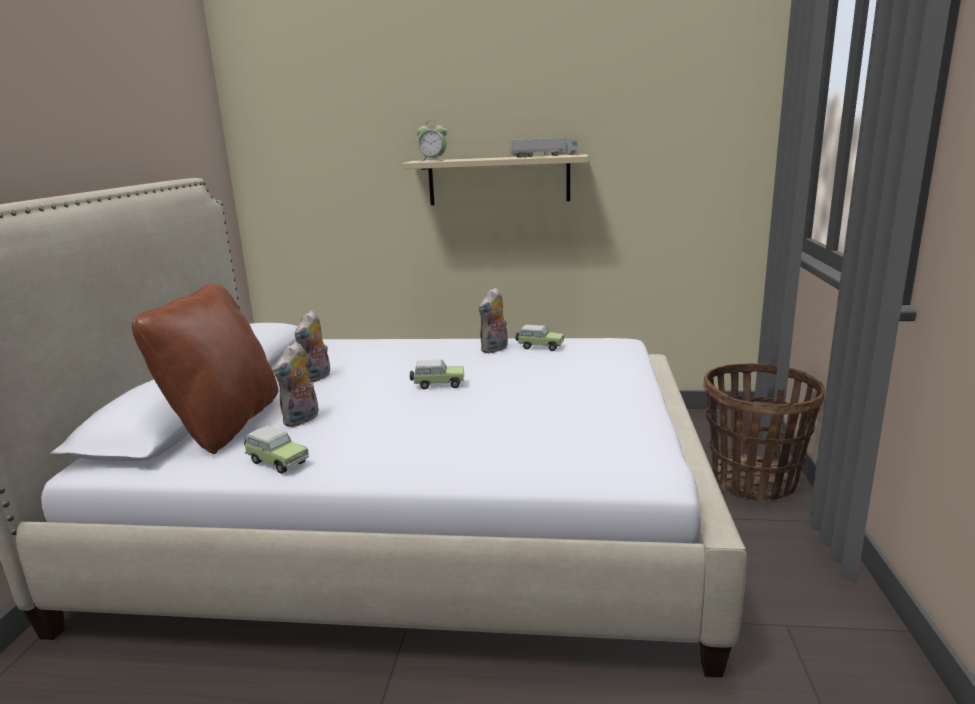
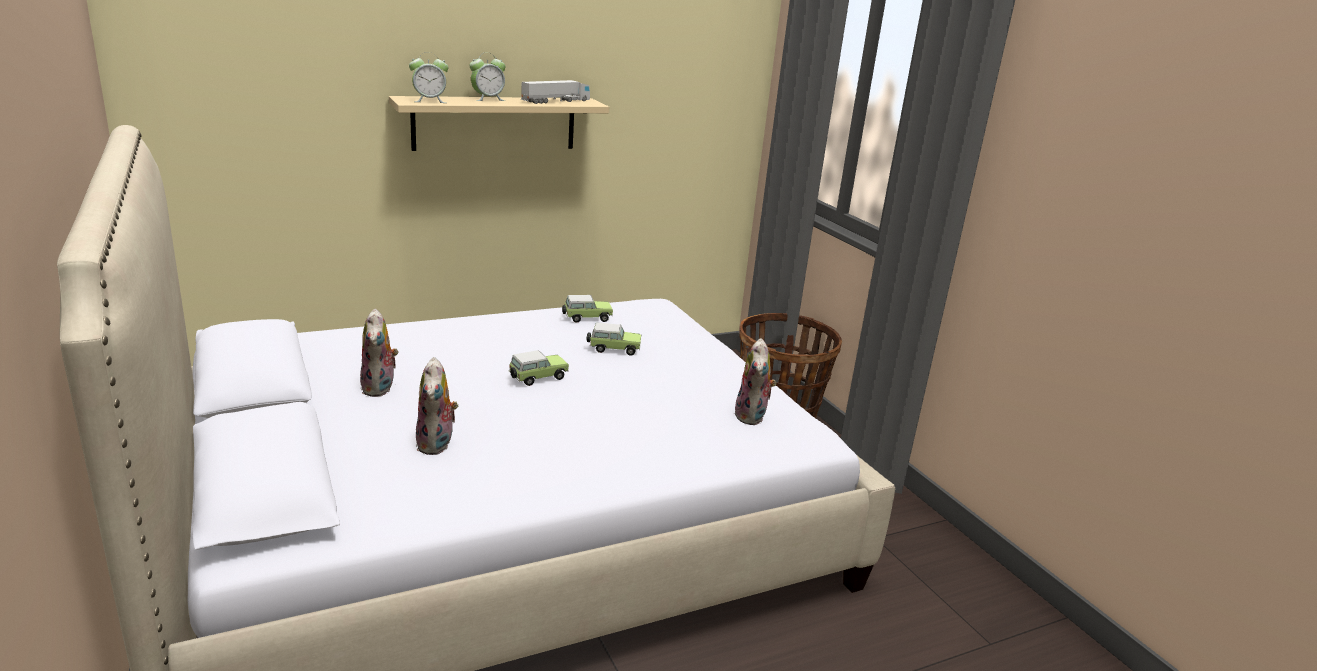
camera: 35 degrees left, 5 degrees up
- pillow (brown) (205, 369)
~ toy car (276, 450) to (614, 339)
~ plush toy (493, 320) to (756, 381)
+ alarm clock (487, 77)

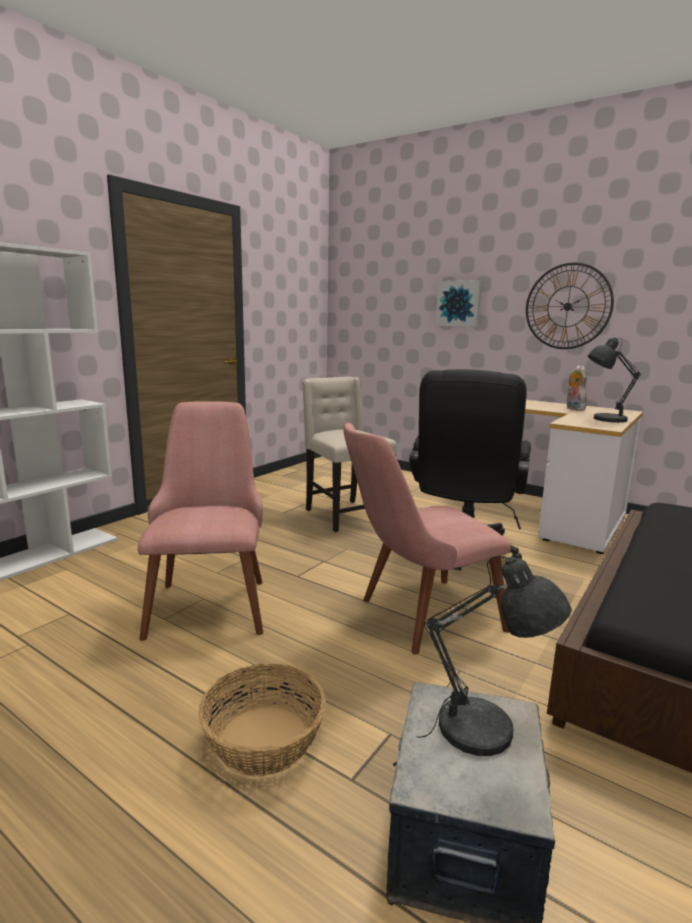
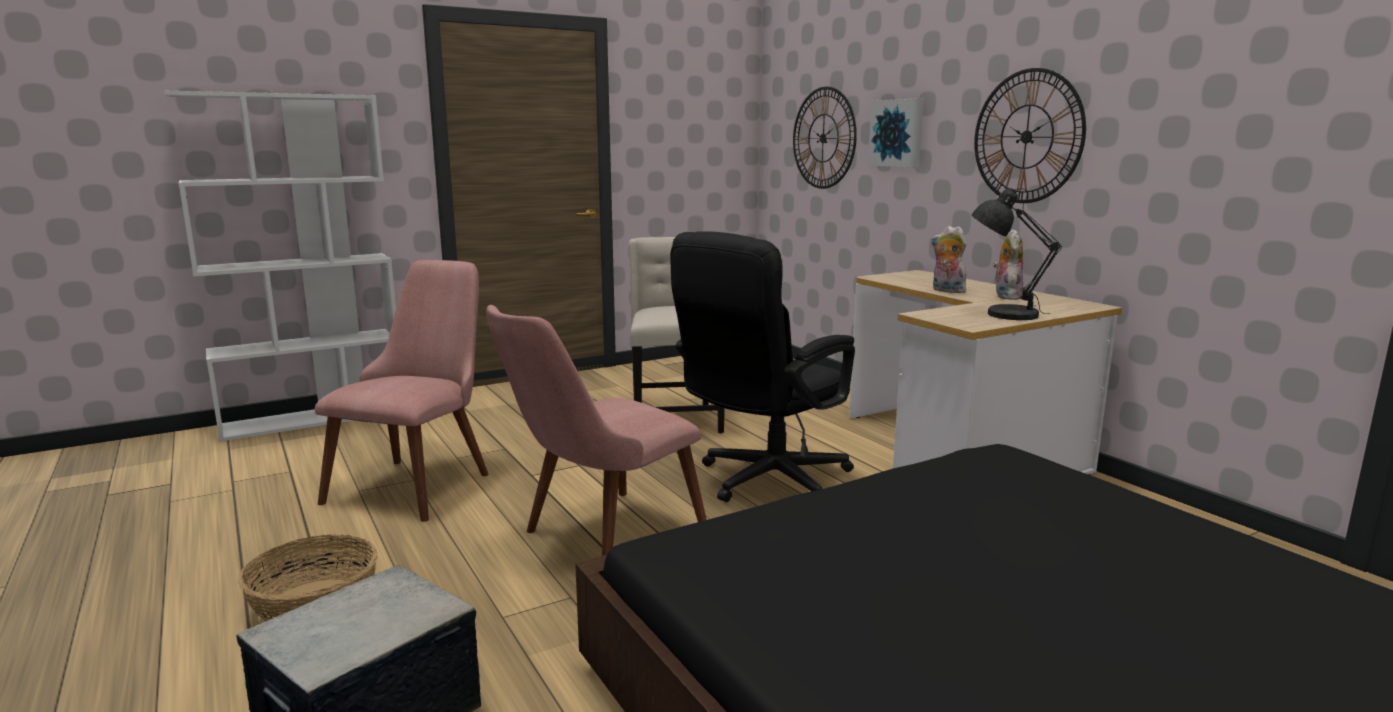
camera: 25 degrees right, 0 degrees up
~ chair (pink) (427, 538) = (596, 430) 45 degrees counterclockwise
- table lamp (grey) (494, 656)
+ wall clock (825, 138)
+ plush toy (949, 259)

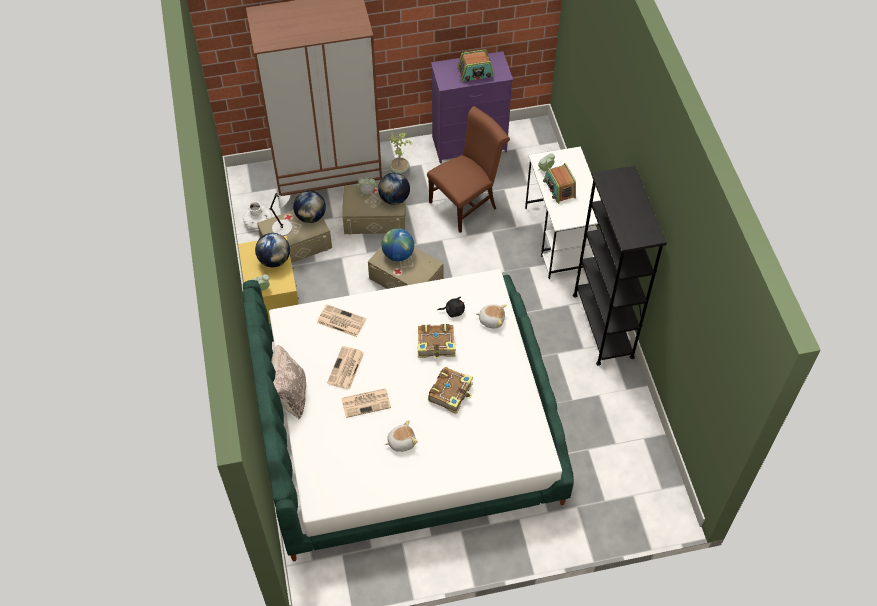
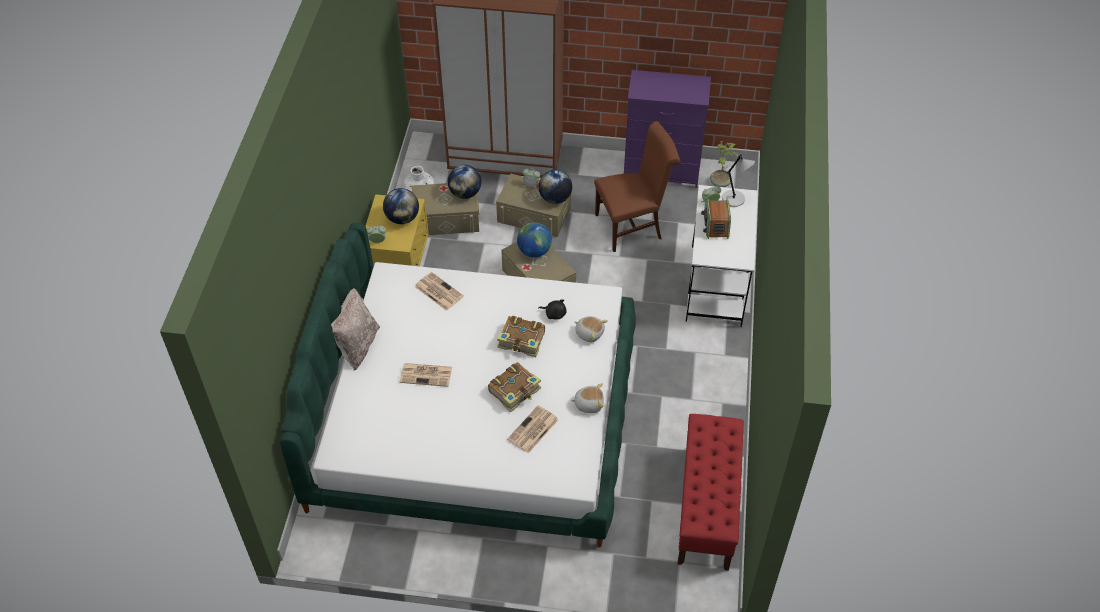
camera: 20 degrees right, 5 degrees down
~ table lamp (grey) (281, 214) to (739, 180)
~ newspaper (345, 368) to (533, 429)
~ plush toy (401, 436) to (587, 398)
~ potted plant (400, 153) to (724, 164)
- radio (475, 65)
- bookcase (black) (620, 265)
+ bench (red) (711, 492)

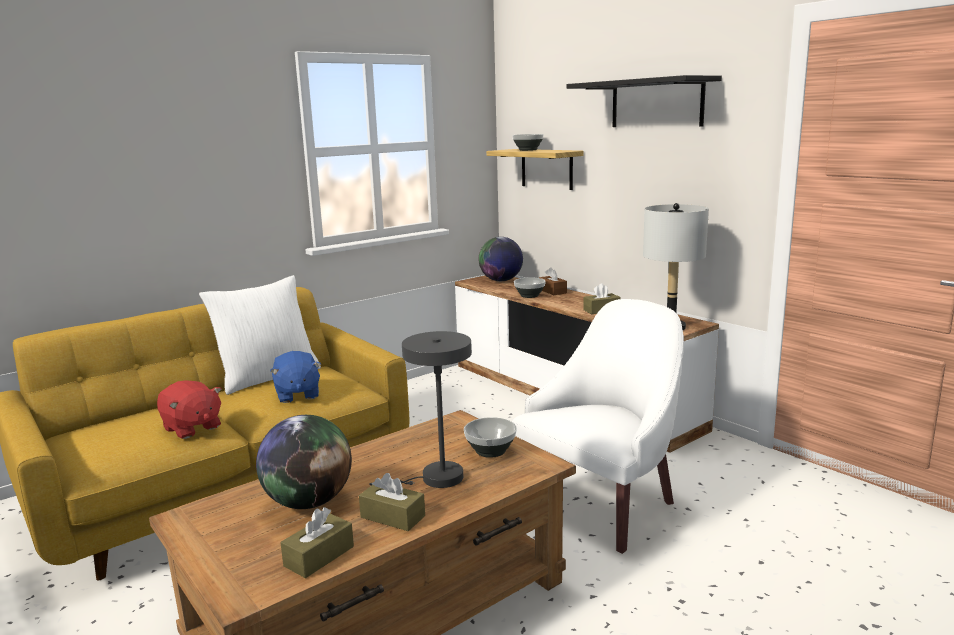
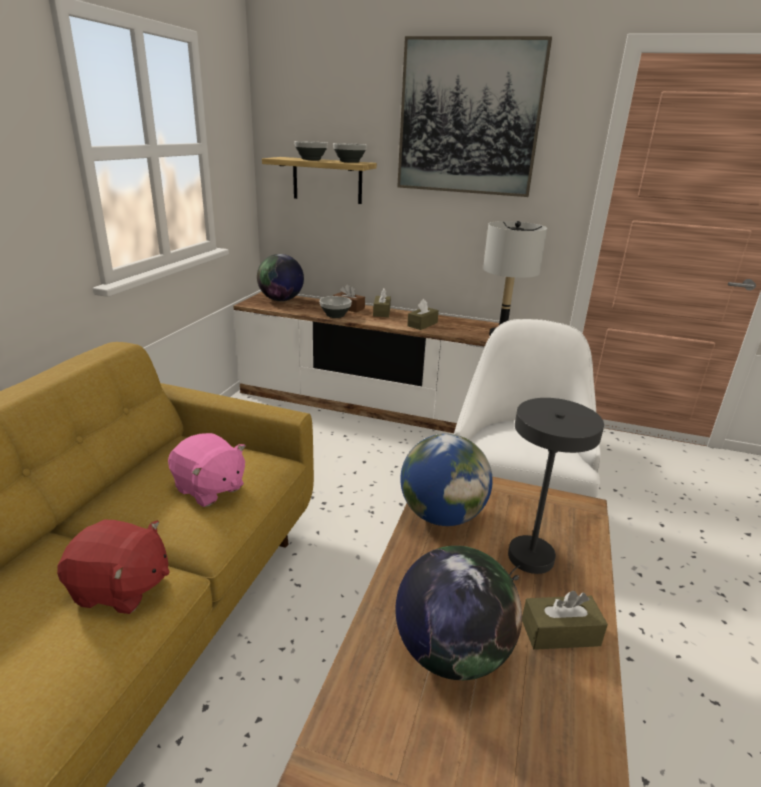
camera: 35 degrees left, 10 degrees up
- pillow (white) (260, 335)
~ plush toy (blue) (295, 377) to plush toy (pink) (207, 470)
~ tissue box (brown) (317, 542) to (382, 302)
~ bowl (490, 437) to (350, 153)
~ shelf (black) (644, 101) to picture (474, 116)
+ globe (446, 480)

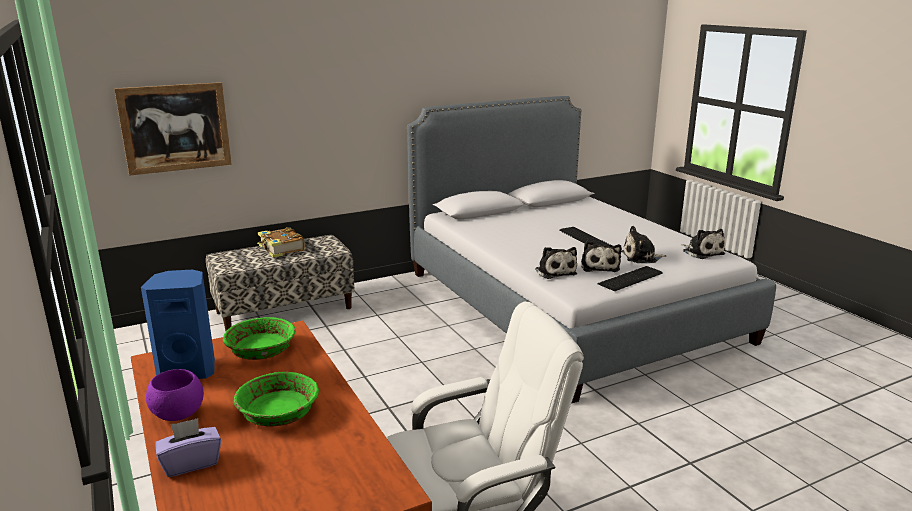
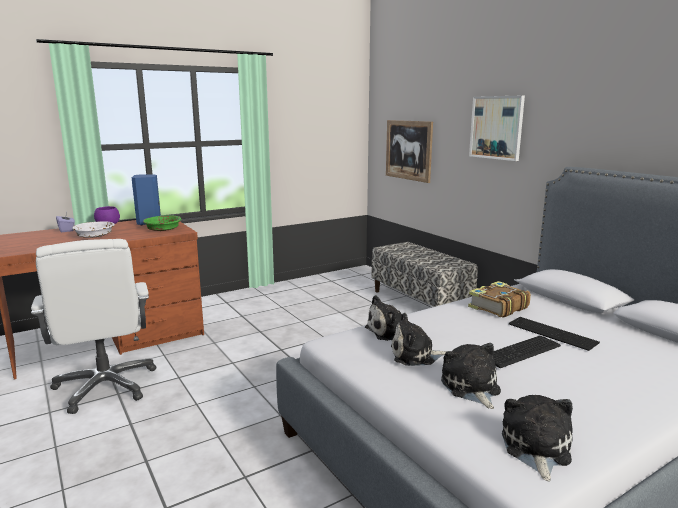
camera: 85 degrees right, 5 degrees down
~ bowl (green) (276, 399) to bowl (white) (93, 229)
~ book (281, 242) to (499, 299)
~ keyboard (630, 278) to (554, 334)
~ plush toy (703, 244) = (537, 438) 135 degrees clockwise
+ picture (497, 128)

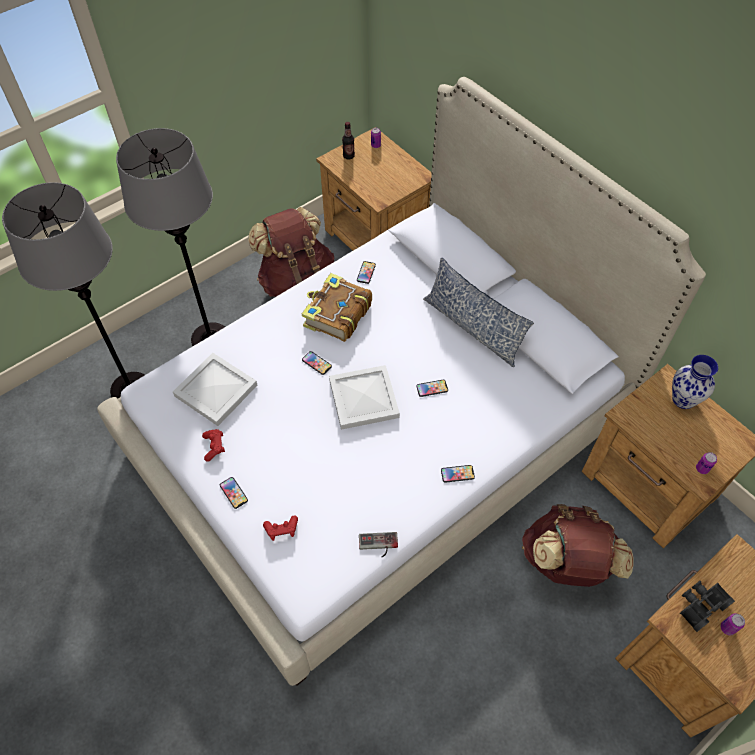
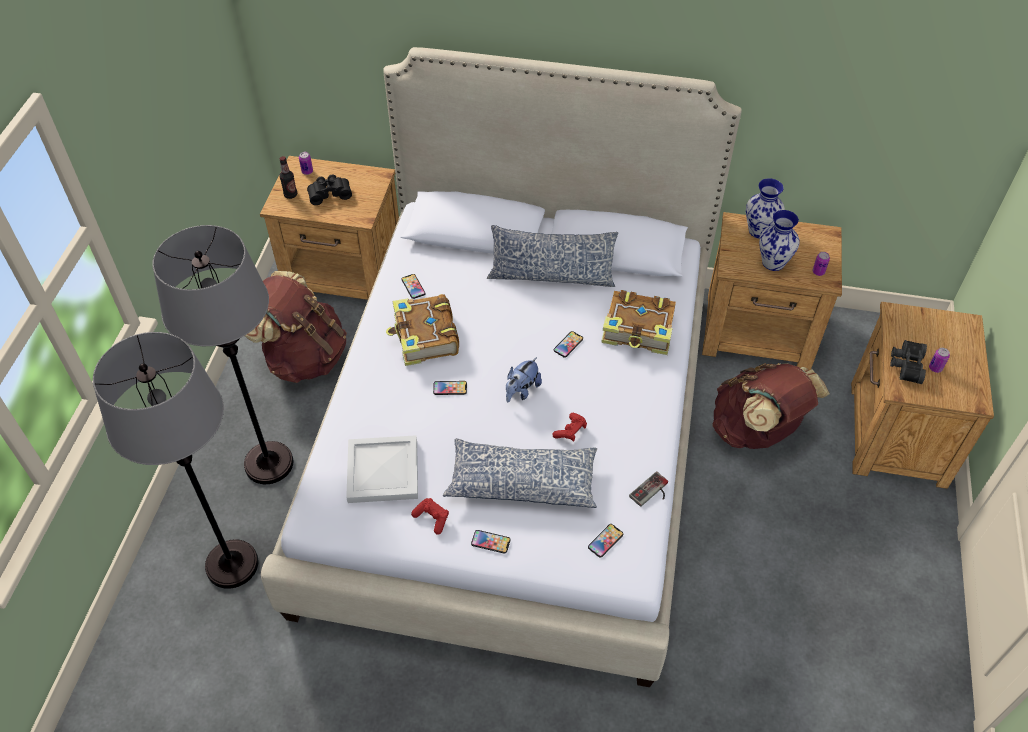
camera: 40 degrees left, 5 degrees down
~ game controller (red) (280, 528) to (570, 427)
~ tray (white) (364, 397) to plush toy (524, 379)
~ phone (458, 474) to (605, 541)
+ binoculars (black) (329, 190)
+ pillow (520, 473)
+ book (638, 322)
+ vase (779, 240)

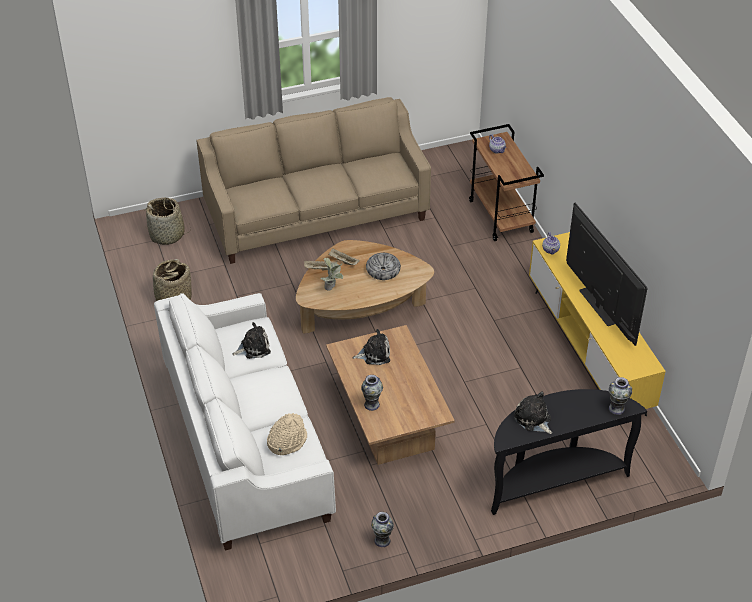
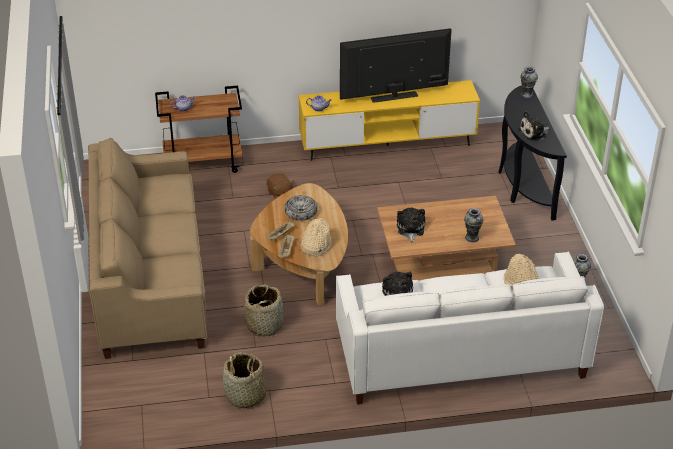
camera: 80 degrees left, 5 degrees down
~ basket (168, 221) to (263, 310)
~ potted plant (332, 274) to hat (beige) (316, 237)
+ plush toy (brown) (280, 186)

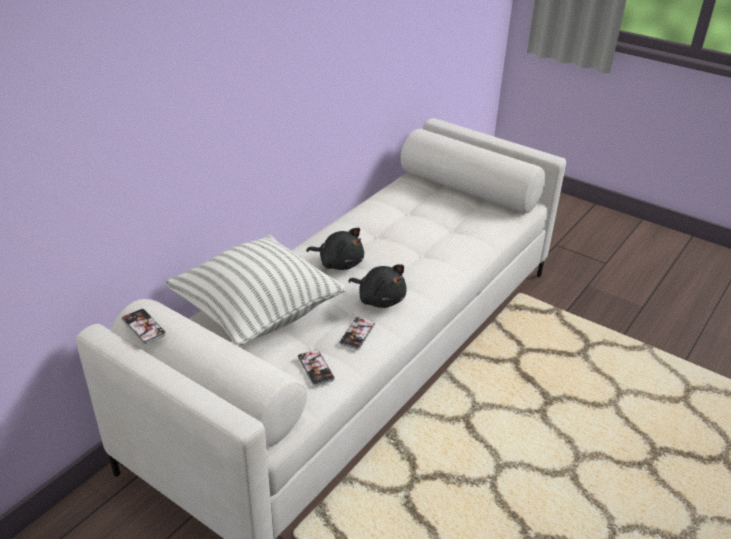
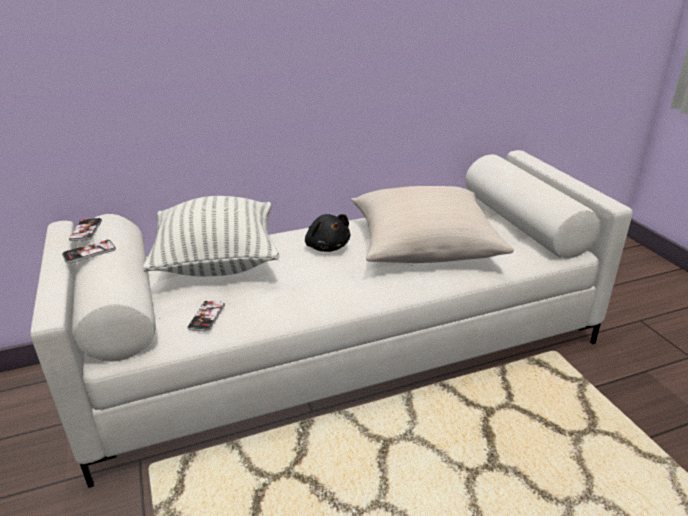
camera: 35 degrees right, 5 degrees down
~ phone (357, 333) to (89, 251)
- plush toy (black) (377, 286)
+ pillow (beige) (432, 224)

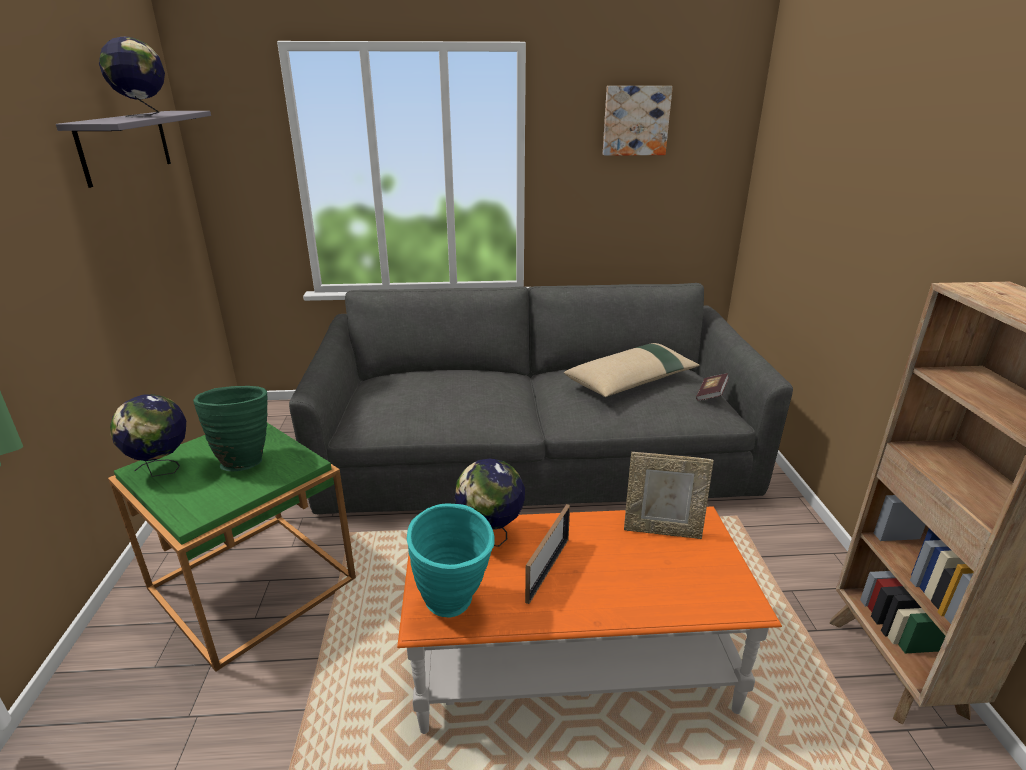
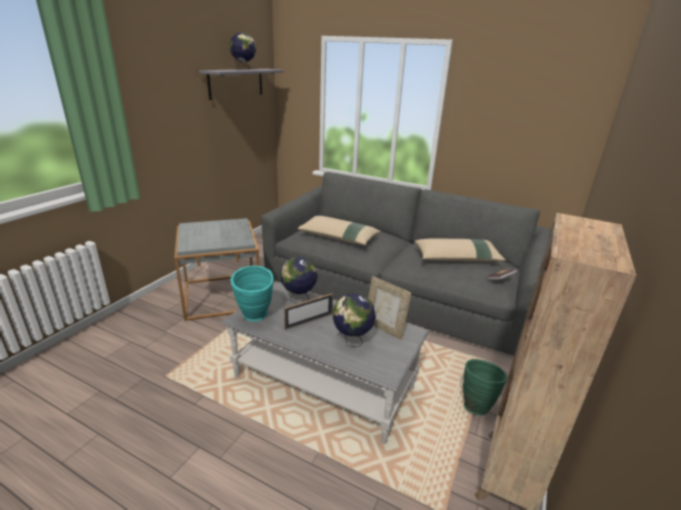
camera: 30 degrees right, 0 degrees up
~ side table (green) (232, 547) to side table (grey) (217, 269)
~ globe (148, 435) to (354, 320)
~ vase (green) (230, 428) to (485, 387)
~ coffee table (orange) (589, 620) to coffee table (grey) (325, 363)
- picture (638, 121)
+ pillow (beige) (339, 230)

